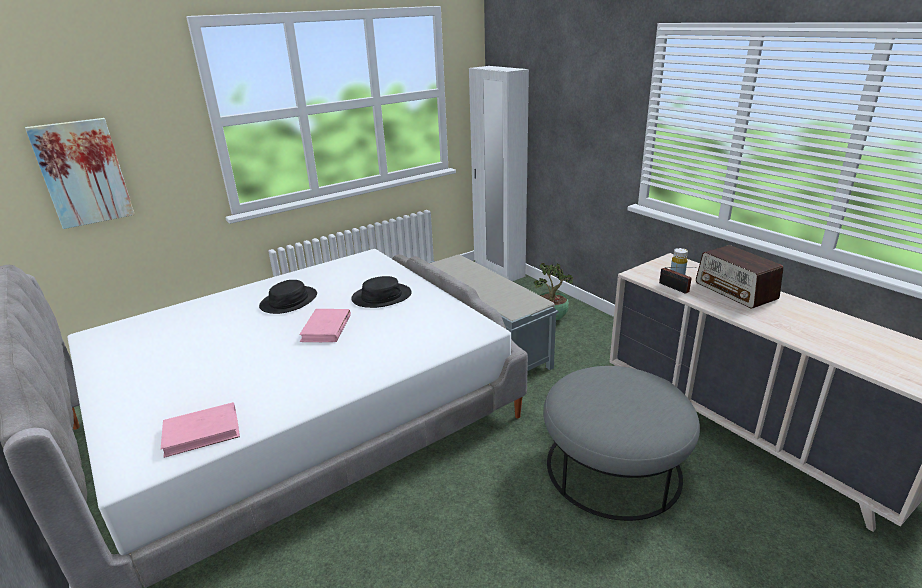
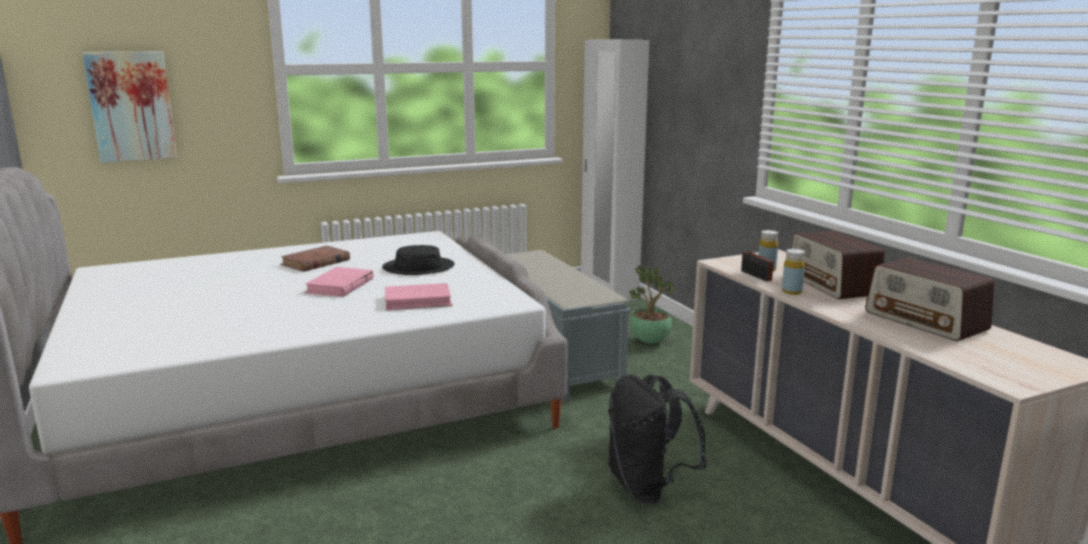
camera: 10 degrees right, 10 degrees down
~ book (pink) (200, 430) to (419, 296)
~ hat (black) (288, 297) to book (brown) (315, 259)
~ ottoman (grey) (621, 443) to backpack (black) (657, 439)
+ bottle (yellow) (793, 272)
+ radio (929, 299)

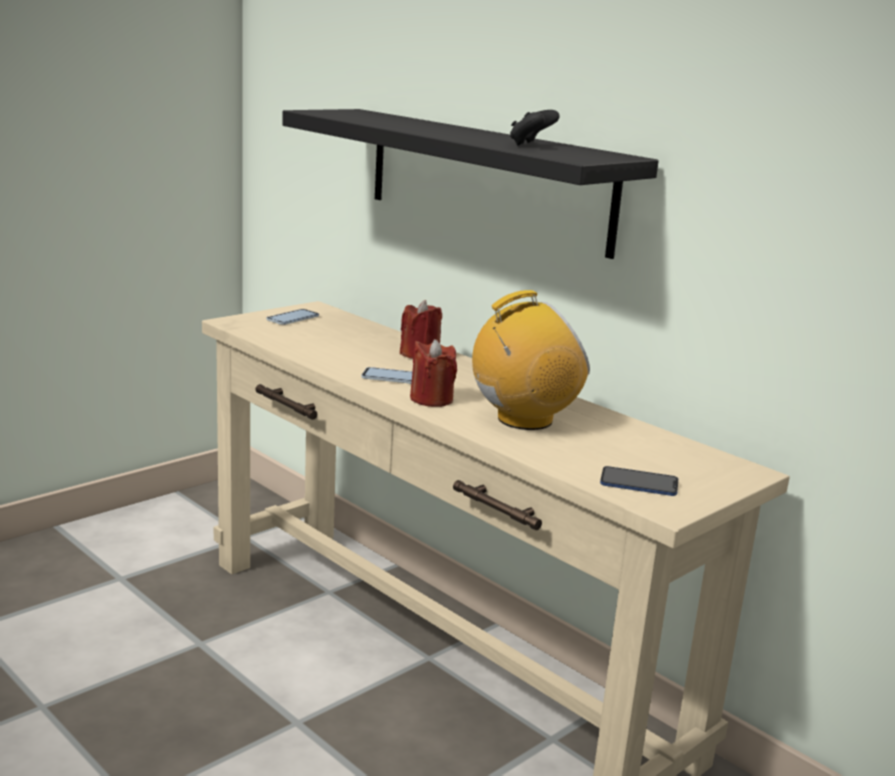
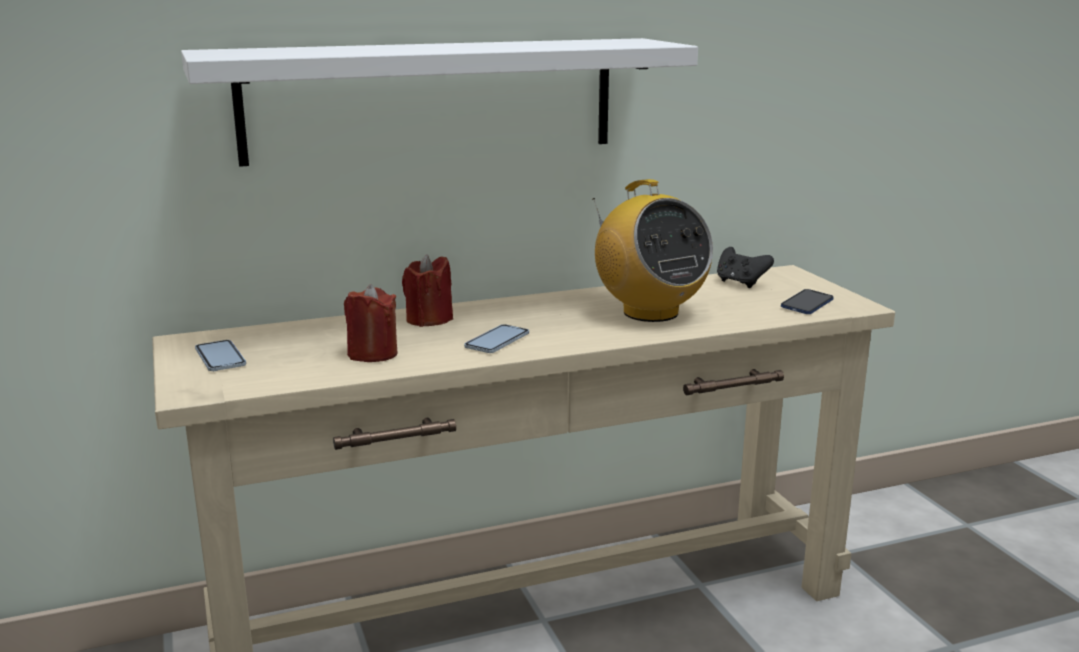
camera: 65 degrees left, 0 degrees up
~ shelf (black) (470, 184) to shelf (white) (439, 102)
~ candle (red) (433, 373) to (370, 323)
~ radio (531, 360) = (653, 250) 150 degrees clockwise
~ game controller (black) (535, 128) to (745, 267)

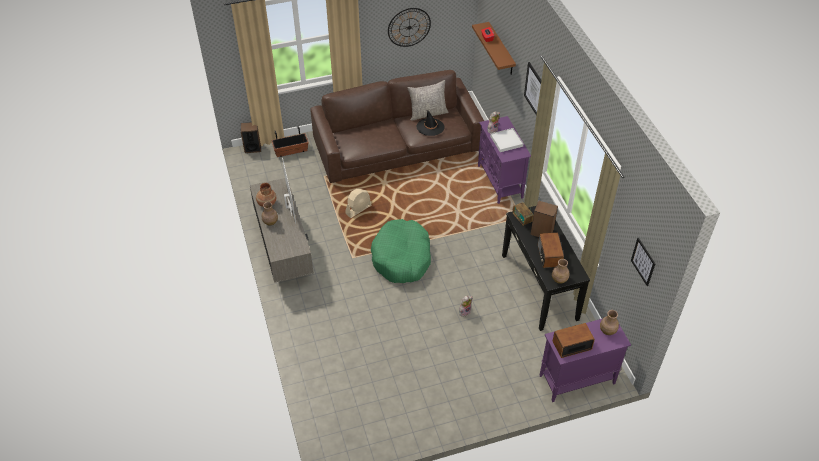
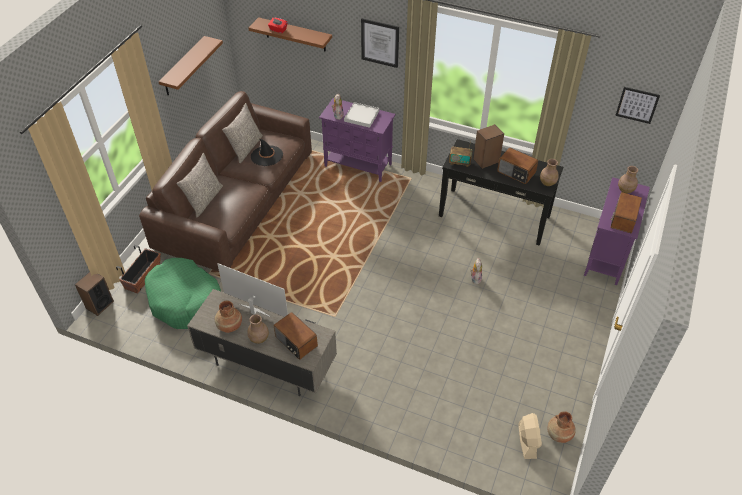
camera: 50 degrees left, 0 degrees up
~ fan (beige) (358, 203) to (530, 436)
~ dog bed (green) (401, 251) to (183, 293)
~ wall clock (409, 27) to shelf (brown) (190, 65)
+ pillow (grey) (199, 185)
+ radio (296, 336)
+ vase (brown) (561, 427)

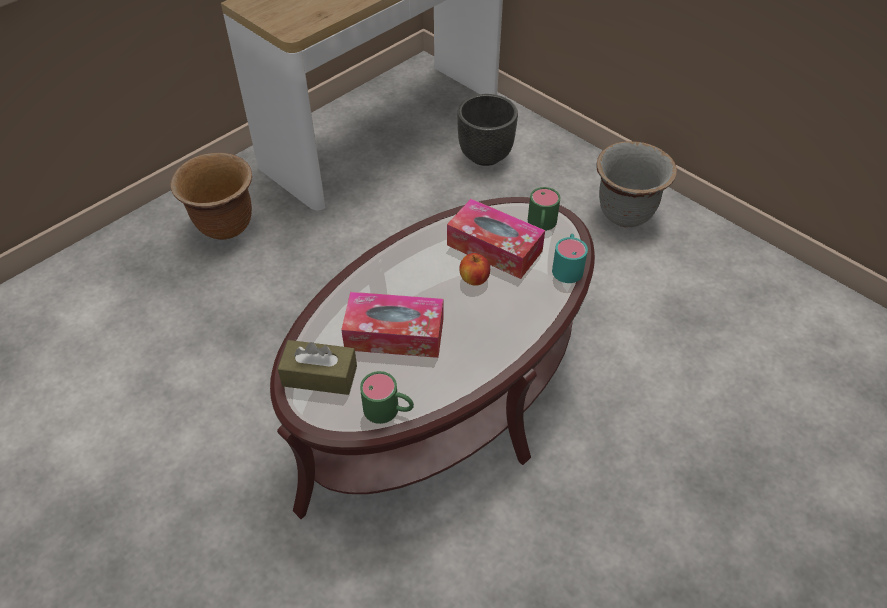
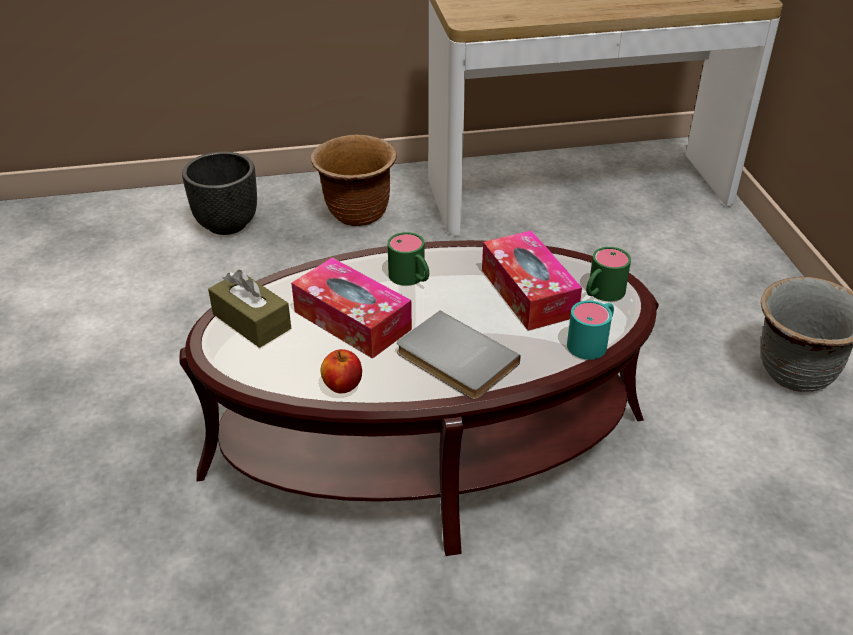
camera: 35 degrees right, 10 degrees down
~ mug (green) (387, 397) to (408, 259)
~ planter (black) (487, 130) to (219, 193)
~ apple (474, 269) to (341, 371)
+ book (grey) (458, 355)

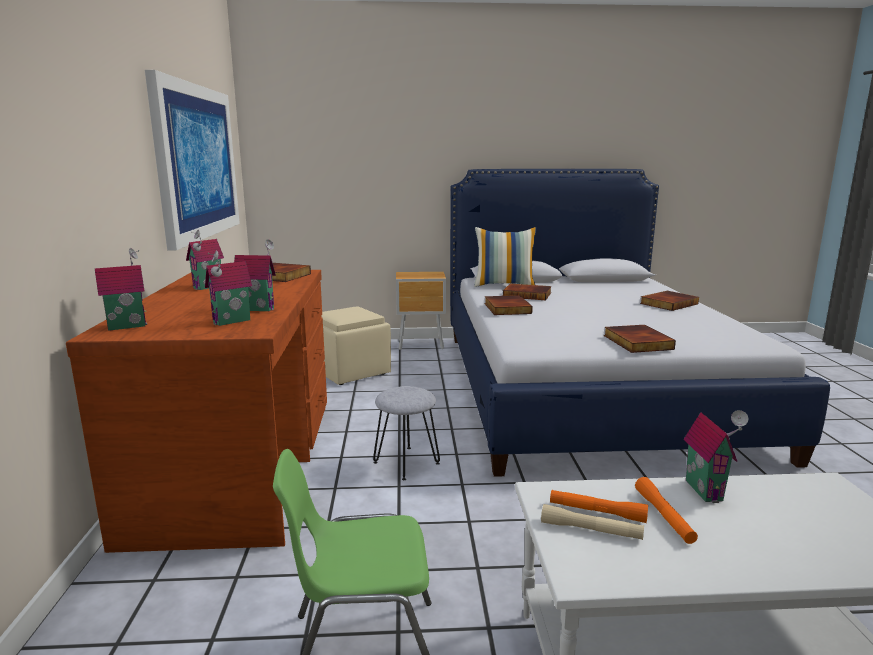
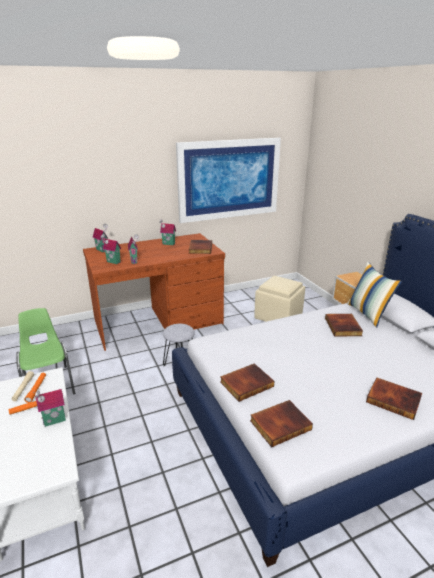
camera: 70 degrees right, 10 degrees up
~ book (508, 305) to (281, 423)

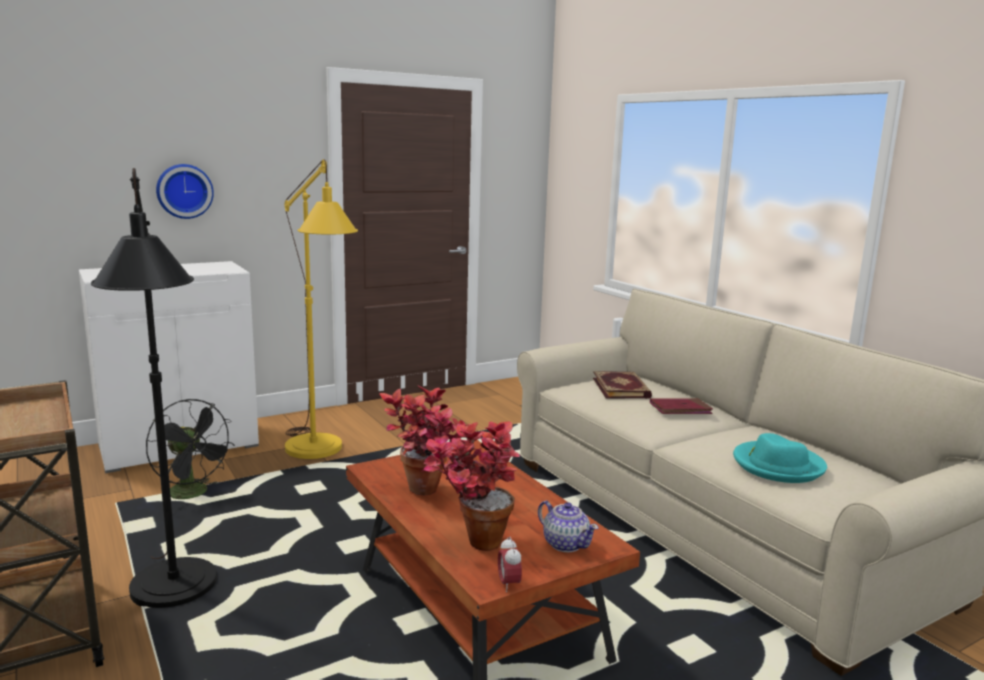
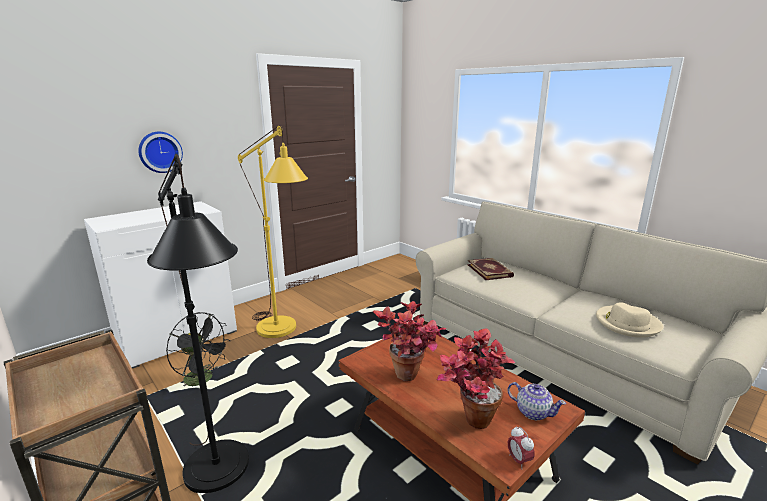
camera: 10 degrees left, 5 degrees up
- book (red) (681, 406)
~ hat (turquoise) (780, 458) to hat (beige) (630, 320)

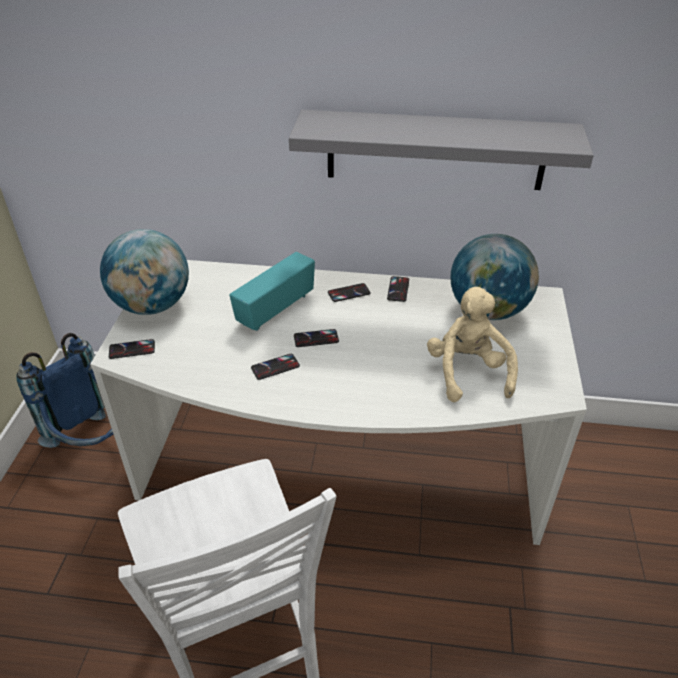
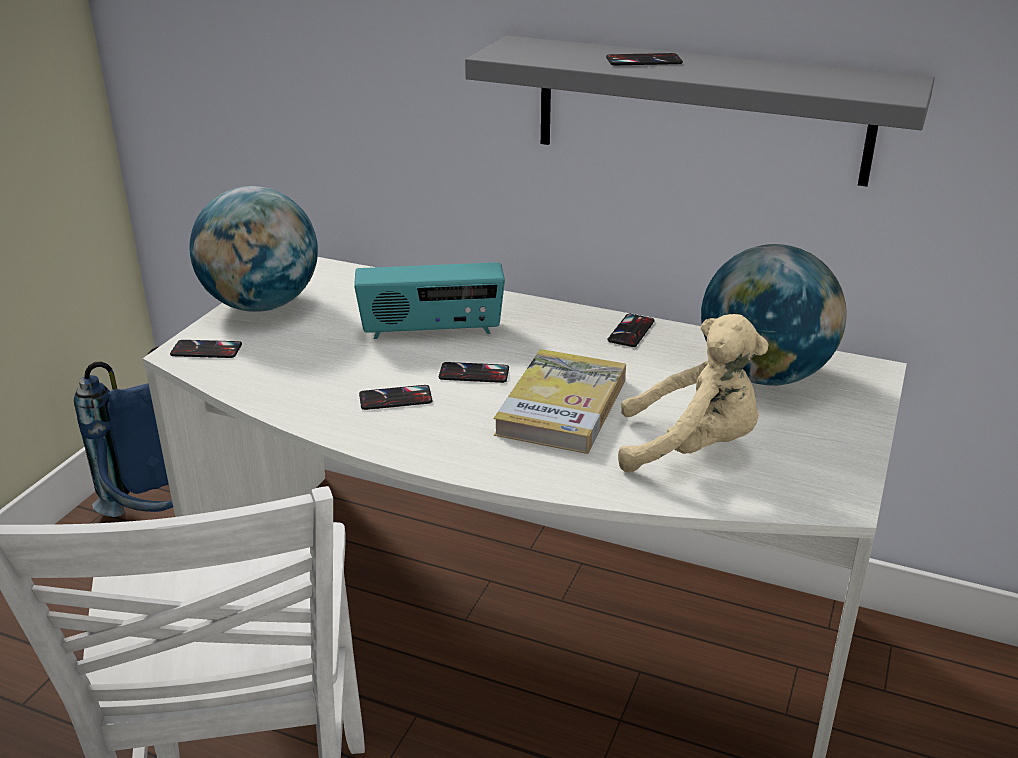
camera: 15 degrees right, 10 degrees down
~ radio (272, 291) = (429, 300) 150 degrees counterclockwise
~ phone (349, 292) to (644, 59)
~ plush toy (beige) (472, 344) = (693, 393) 90 degrees clockwise
+ book (560, 401)

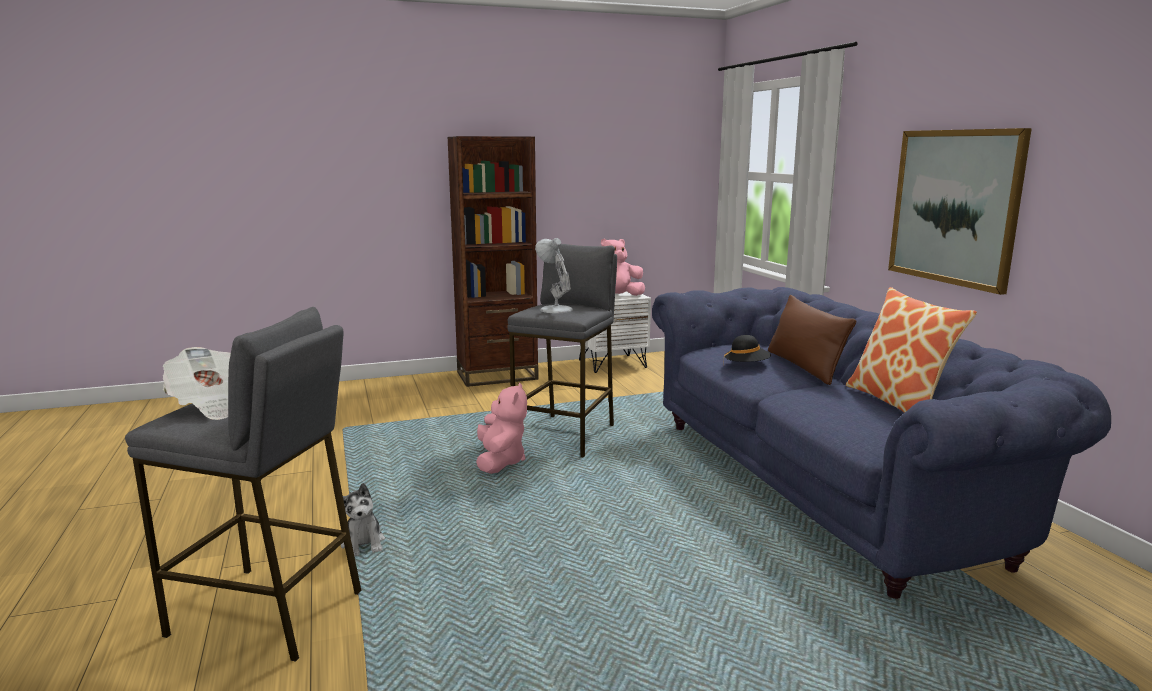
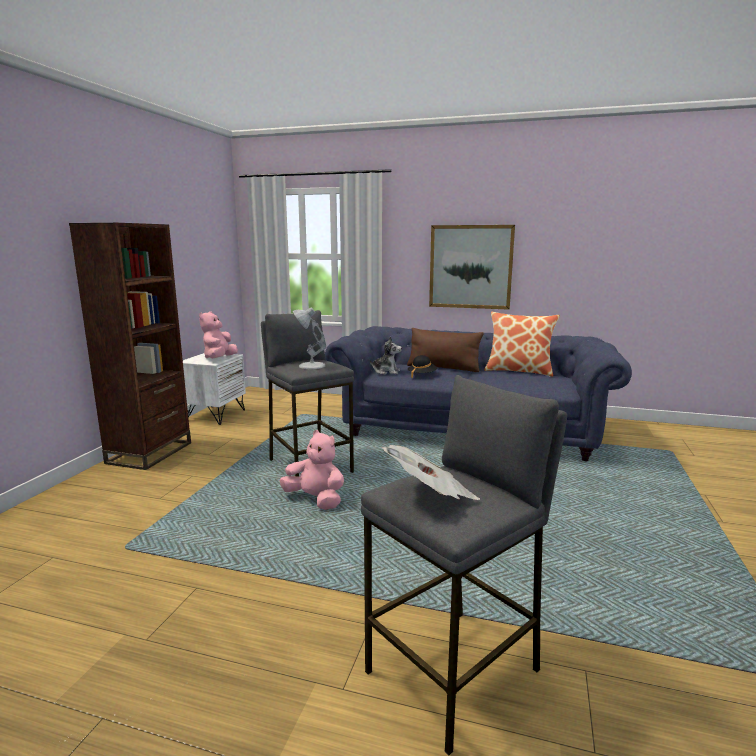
camera: 55 degrees left, 0 degrees up
~ plush toy (363, 520) to (386, 355)

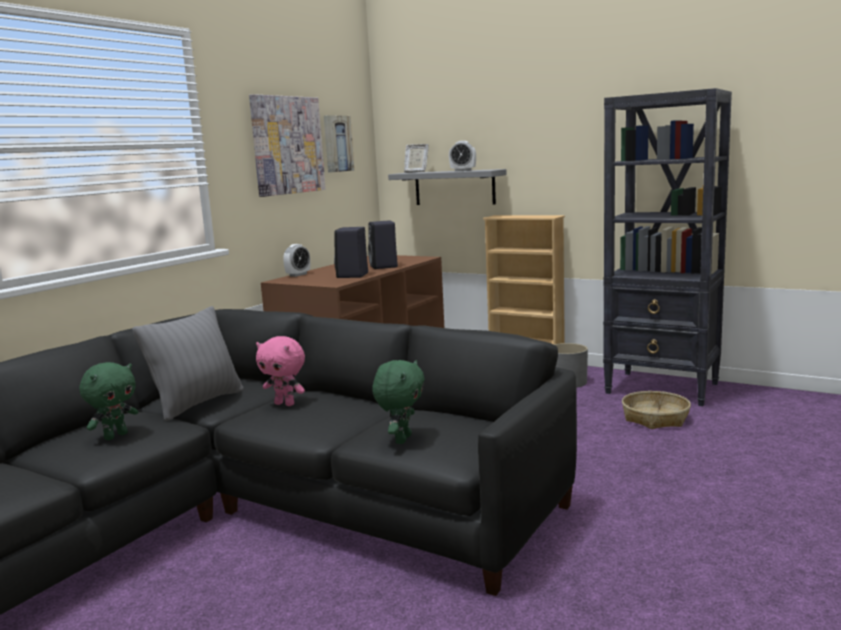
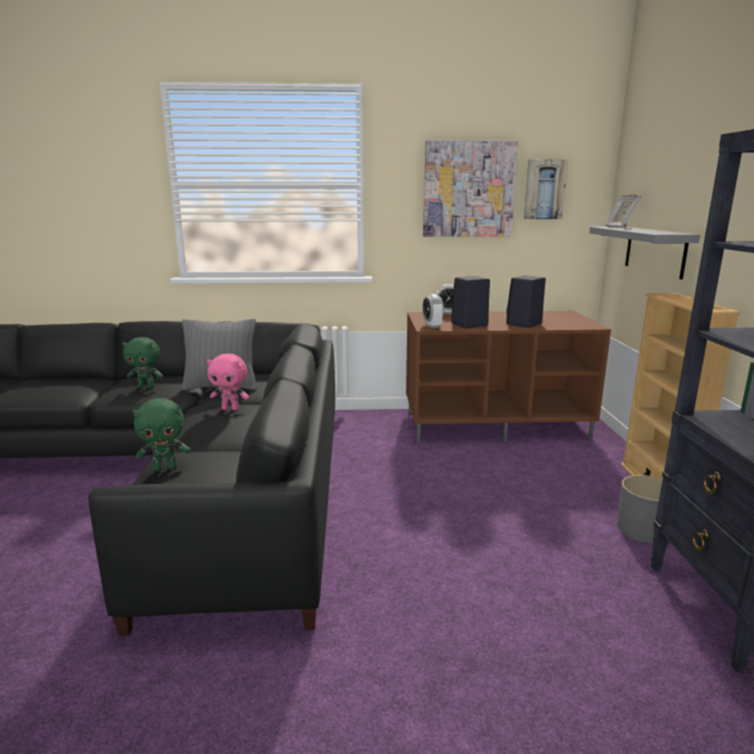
camera: 55 degrees right, 5 degrees up
~ plush toy (pink) (280, 371) = (228, 382) 75 degrees counterclockwise
~ alarm clock (462, 156) to (433, 311)
- basket (656, 410)

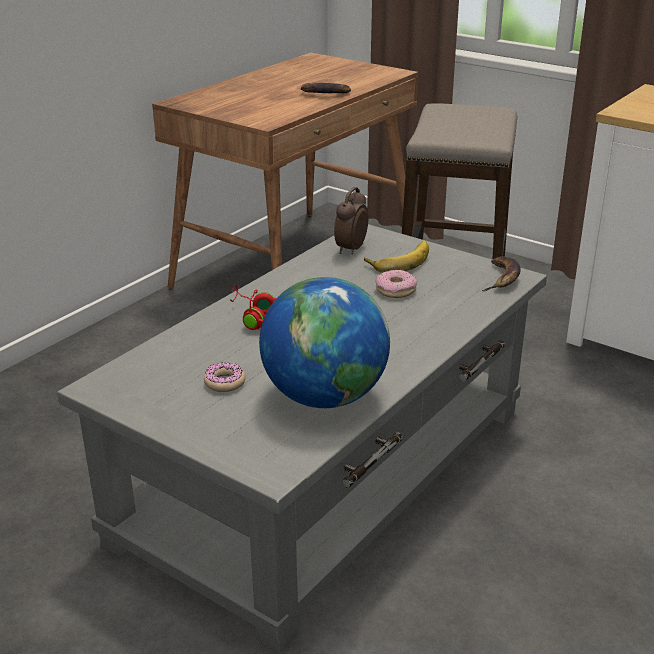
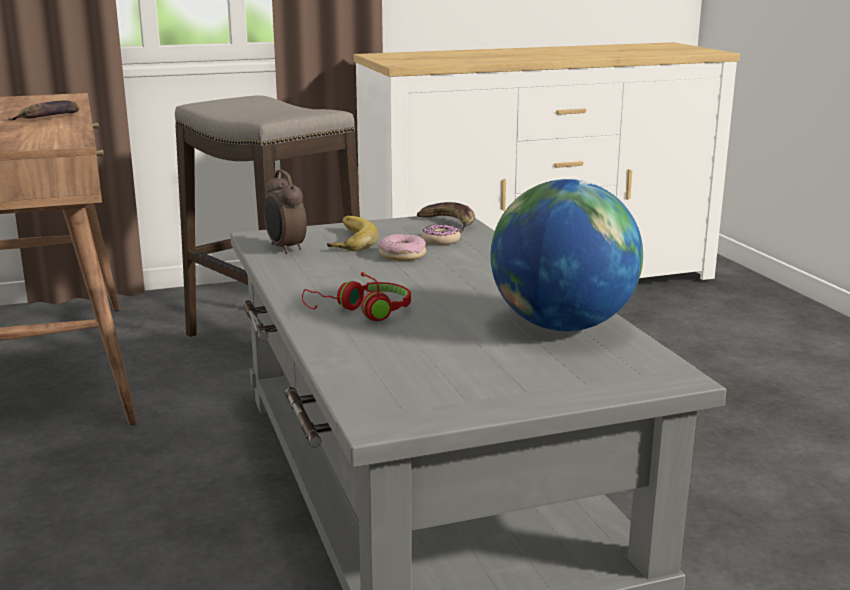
camera: 55 degrees left, 10 degrees down
~ donut (225, 377) to (441, 235)

